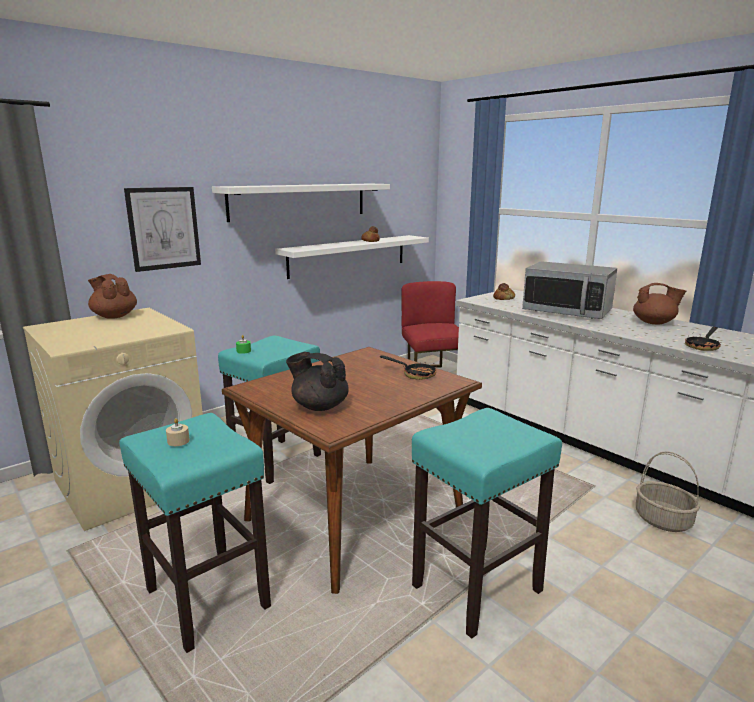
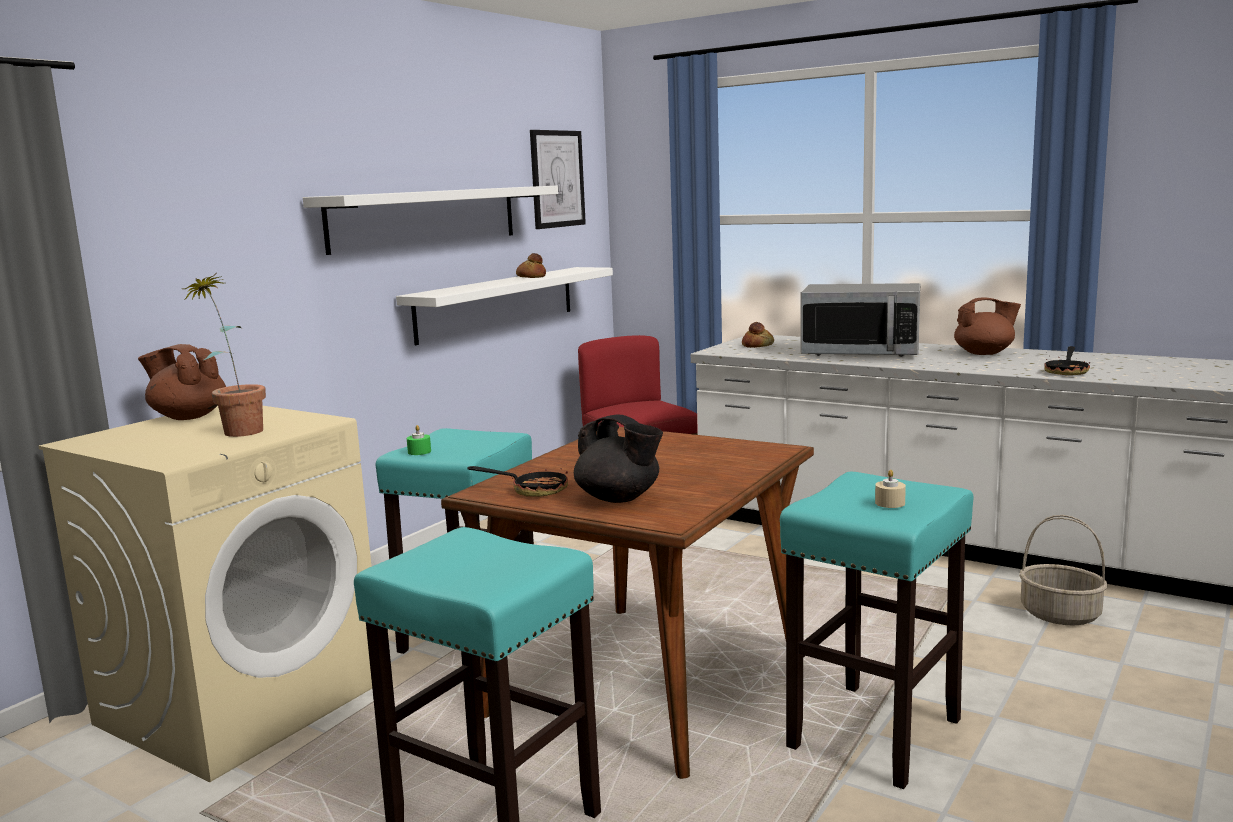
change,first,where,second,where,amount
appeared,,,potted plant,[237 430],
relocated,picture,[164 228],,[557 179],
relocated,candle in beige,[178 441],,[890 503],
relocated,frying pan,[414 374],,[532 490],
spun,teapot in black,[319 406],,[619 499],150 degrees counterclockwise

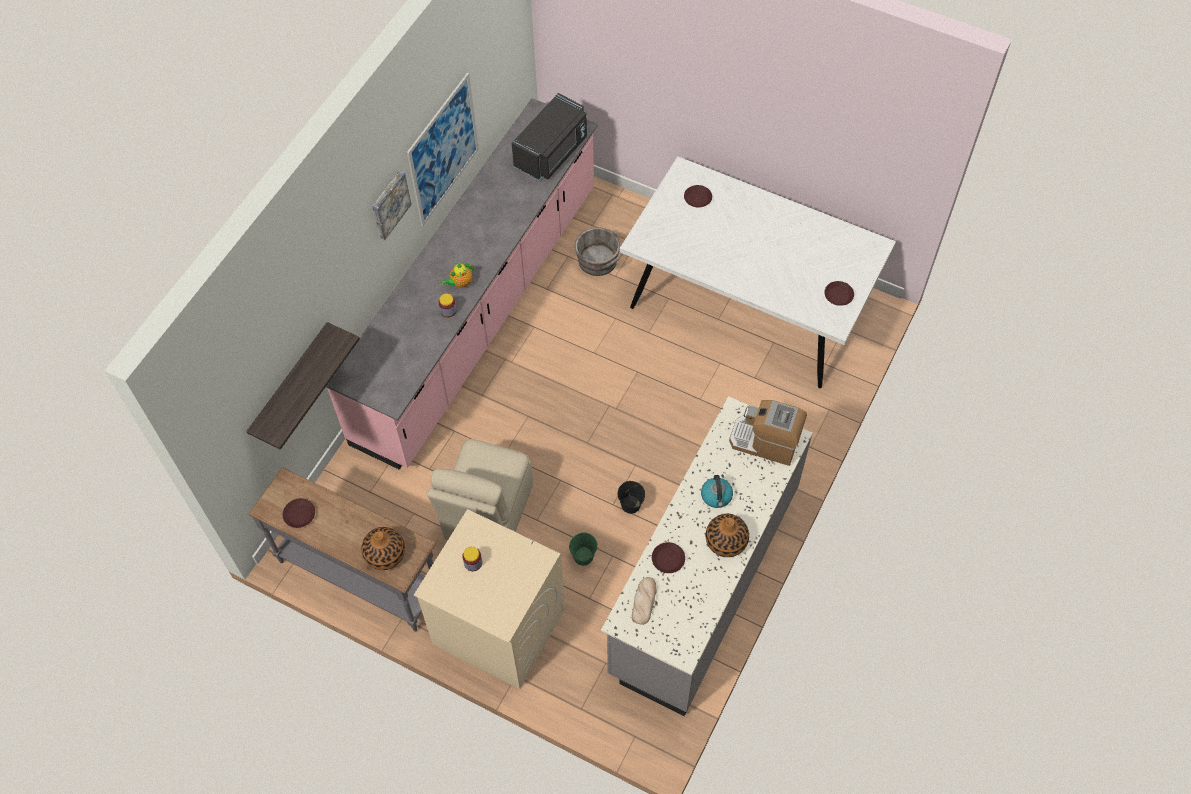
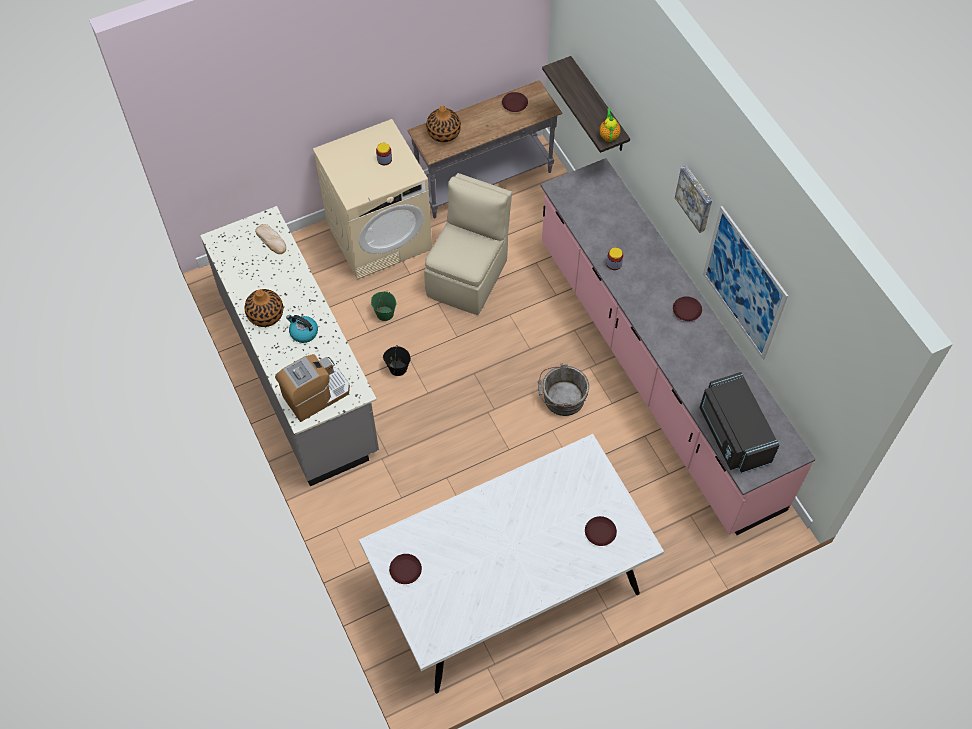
change,first,where,second,where,amount
relocated,teapot,[460 283],,[609 135],
relocated,bucket in grey,[599 262],,[561 398],
relocated,plate in brown,[668 559],,[687 311],
spun,chair in beige,[487 514],,[468 276],60 degrees clockwise

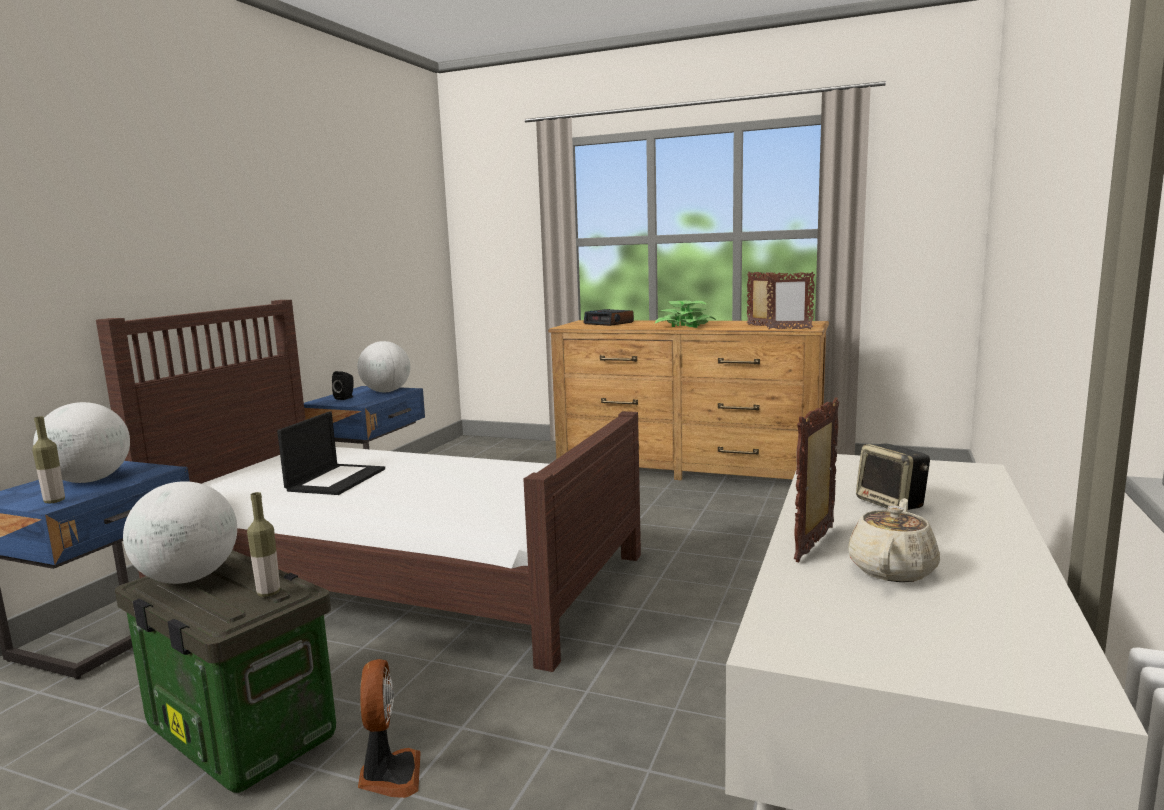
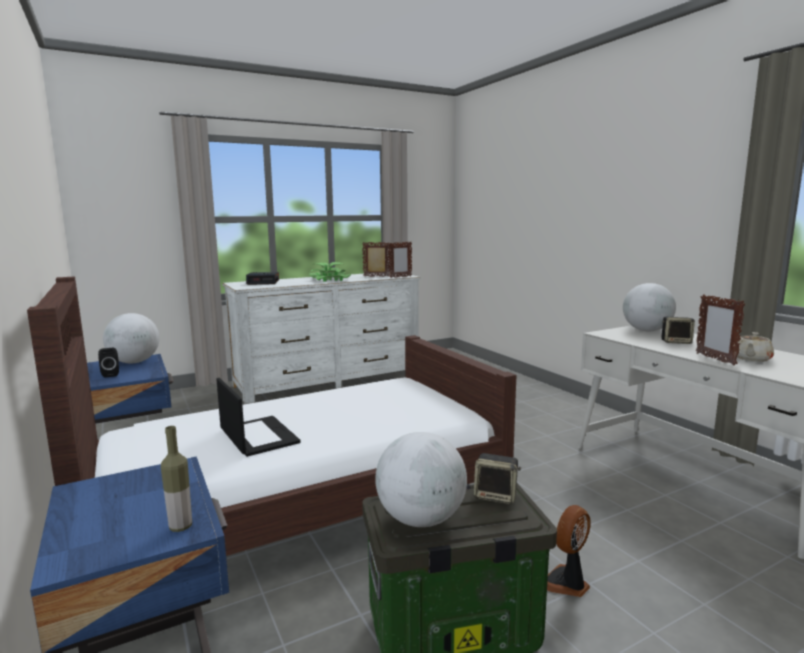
change,first,where,second,where,amount
relocated,globe,[90 480],,[646 330],
exchanged,bottle,[268 593],speaker,[496 496],
colour,dresser in brown,[687 468],dresser in white,[328 380],
spun,fan,[389 775],,[566 583],75 degrees counterclockwise
spun,teapot in beige,[892 569],,[751 359],120 degrees counterclockwise

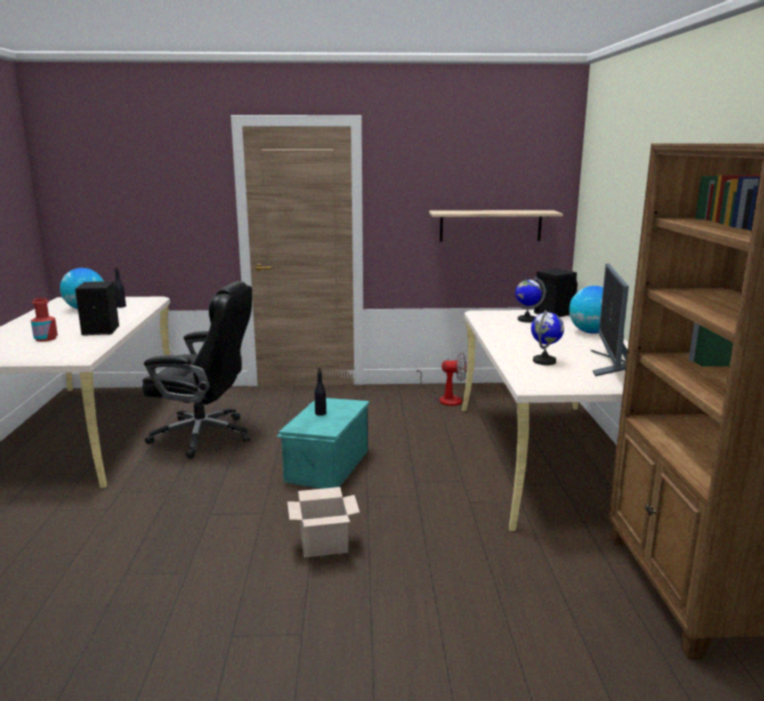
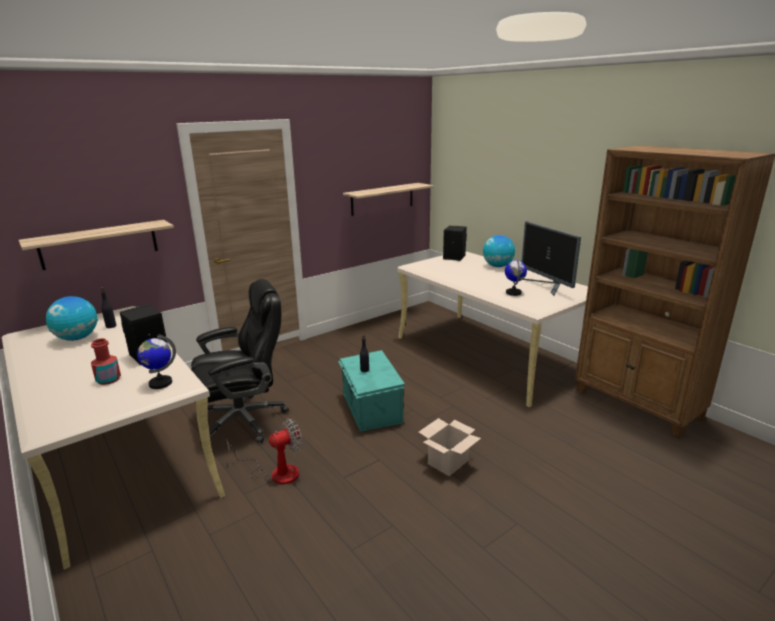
change,first,where,second,where,amount
appeared,,,shelf,[99 244],
relocated,fan,[444 398],,[276 472],
relocated,globe,[526 320],,[160 383],

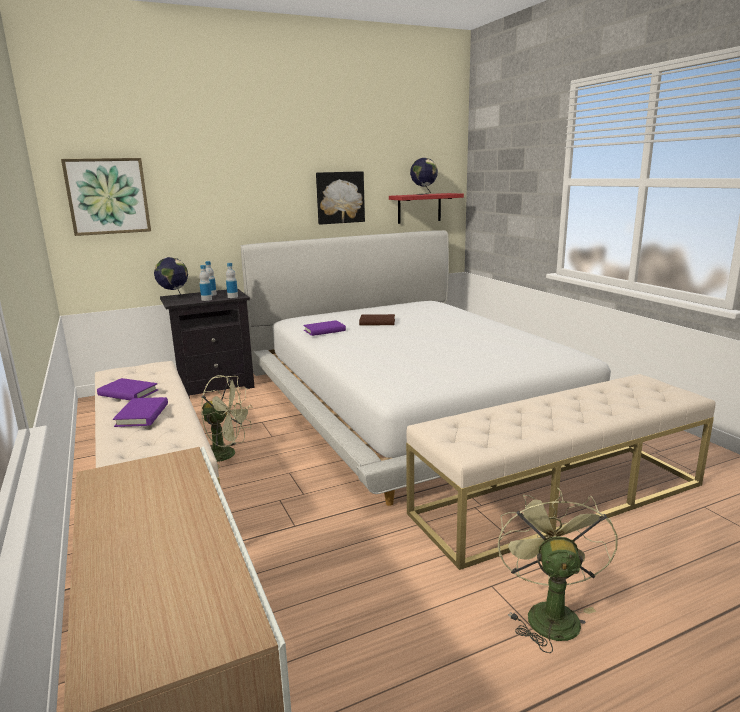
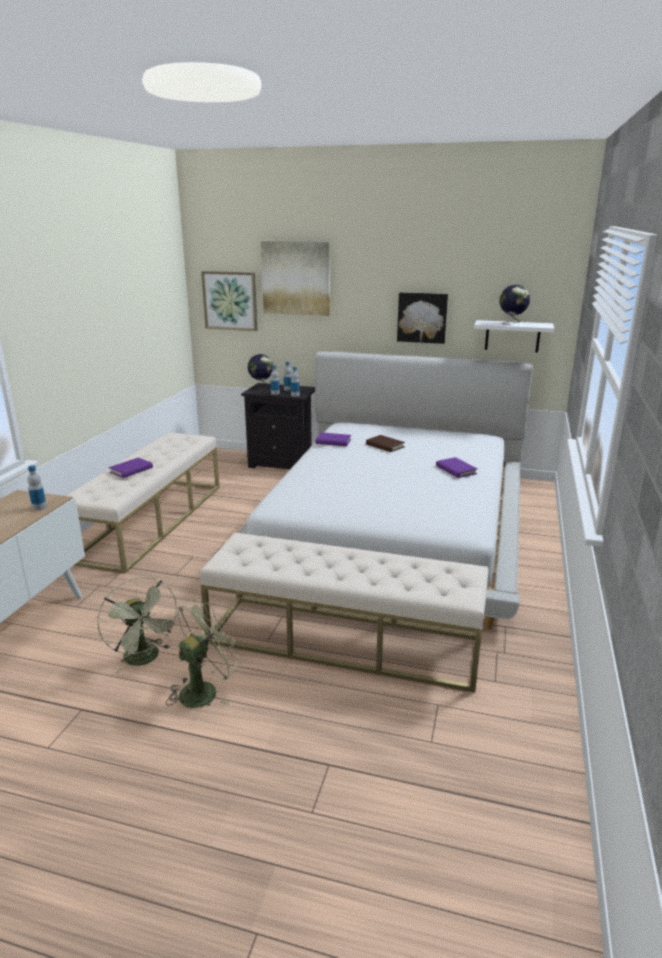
change,first,where,second,where,amount
appeared,,,bottle,[39 507],
appeared,,,picture,[296 278],
relocated,book in purple,[128 393],,[456 470],
relocated,fan in green,[227 455],,[145 659],
colour,shelf in red,[419 208],shelf in white,[512 336],

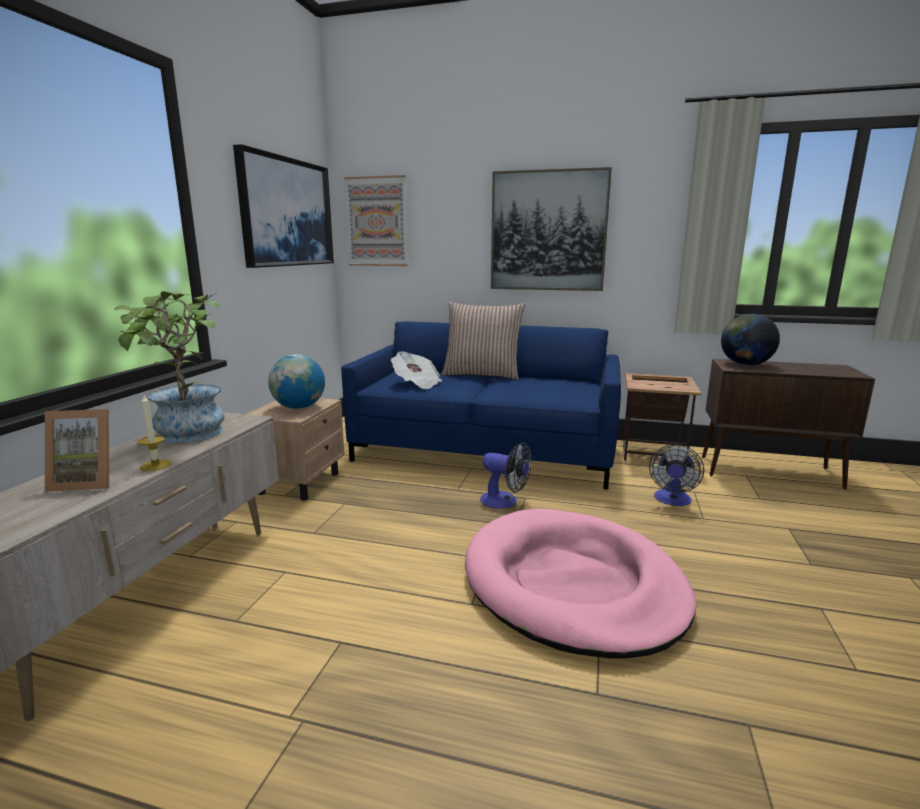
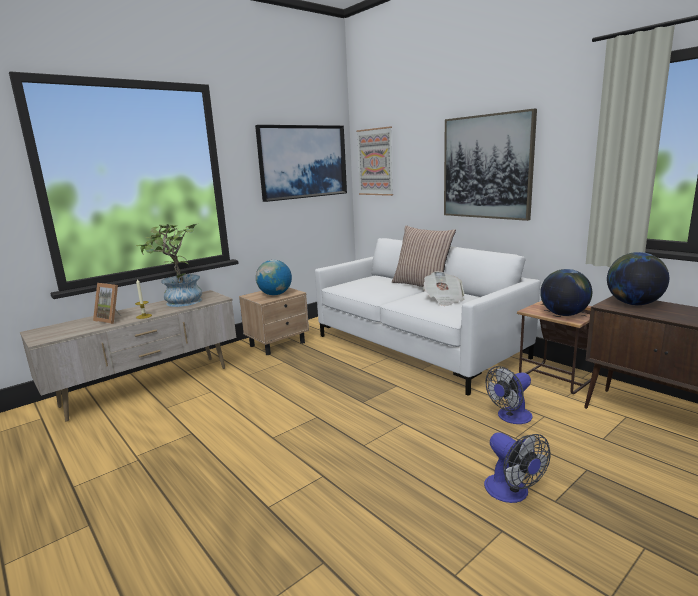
change,first,where,second,where,amount
missing,dog bed in pink,[572 585],,,
appeared,,,globe,[563 314],
relocated,newspaper,[416 383],,[443 299],
relocated,fan,[505 502],,[512 493],
colour,sofa in blue,[485 451],sofa in white,[417 346],

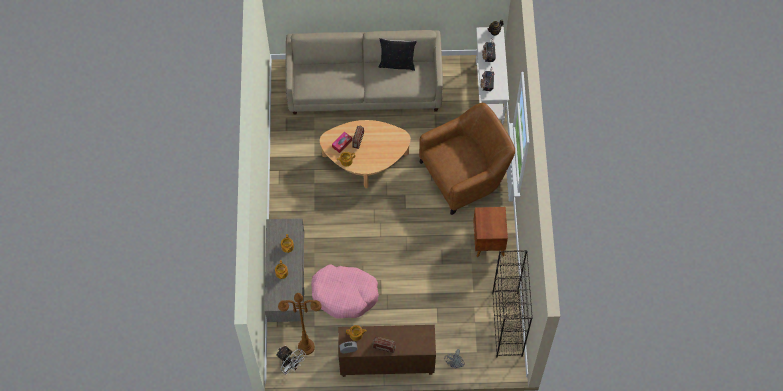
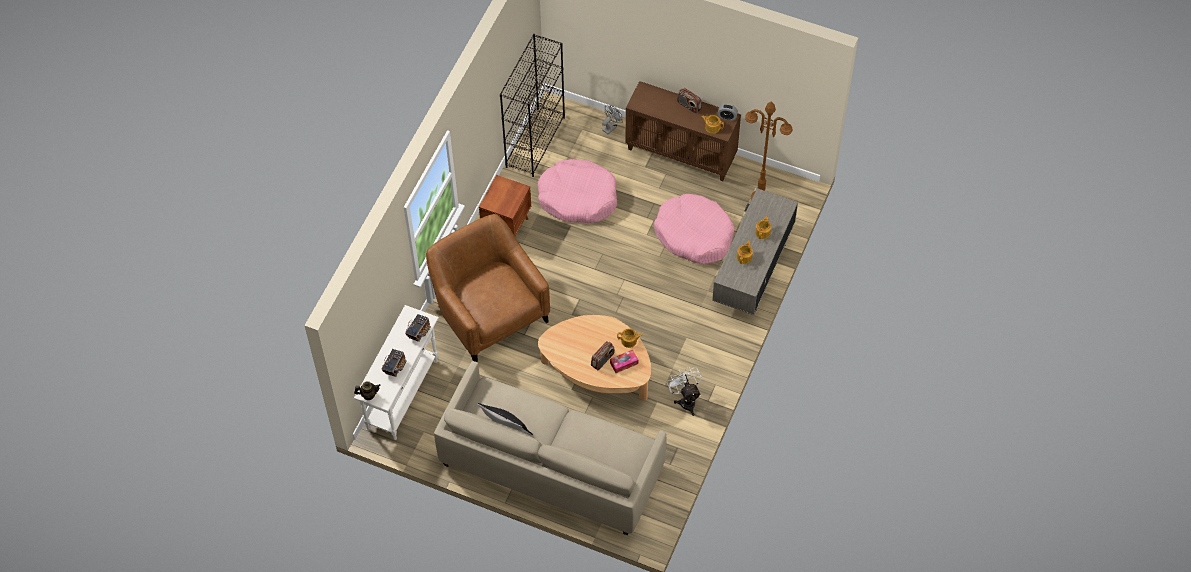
change,first,where,second,where,amount
appeared,,,dog bed in pink,[578 198],
relocated,fan in white,[290 366],,[686 400],
spun,armchair in brown,[465 174],,[489 310],60 degrees clockwise

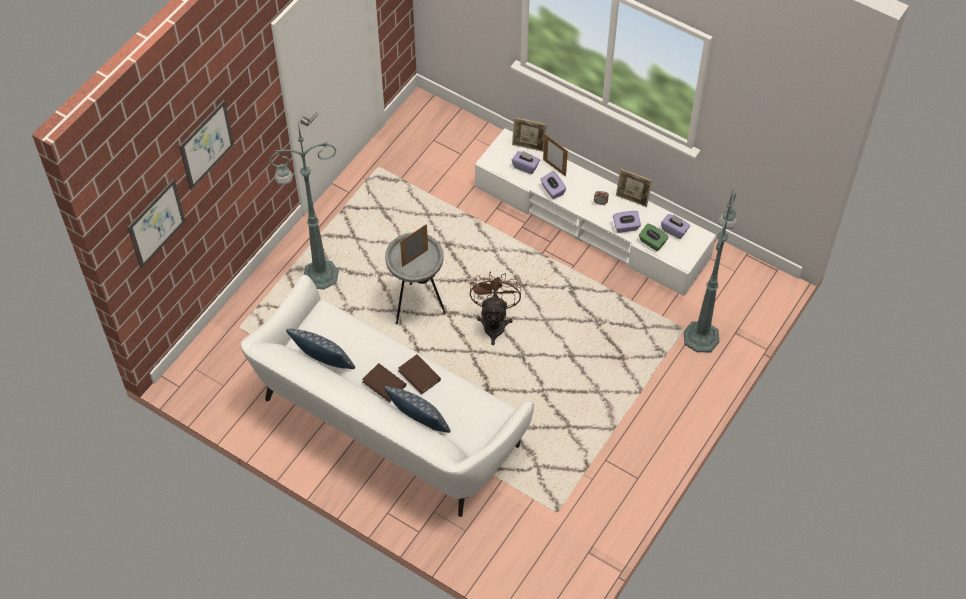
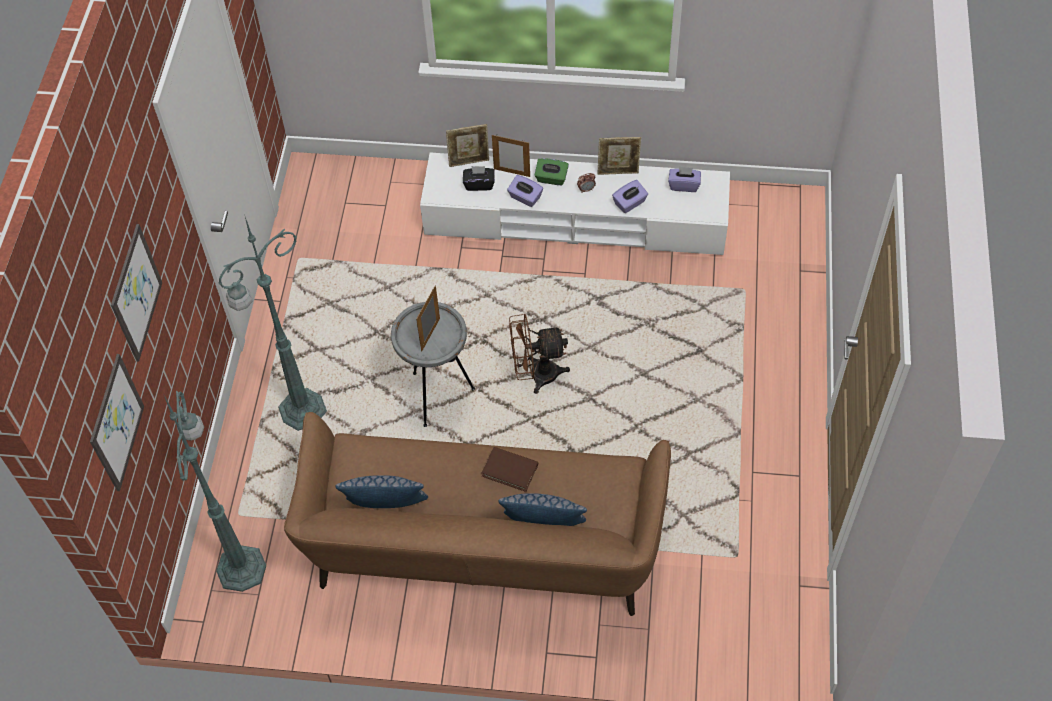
change,first,where,second,where,amount
missing,book in brown,[384 384],,,
relocated,tissue box in green,[652 242],,[551 178],
relocated,floor lamp in green,[702 335],,[241 566],
colour,sofa in white,[386 423],sofa in brown,[482 547],
colour,tissue box in purple,[525 166],tissue box in black,[479 184],
spun,fan in brown,[494 322],,[536 375],75 degrees counterclockwise

